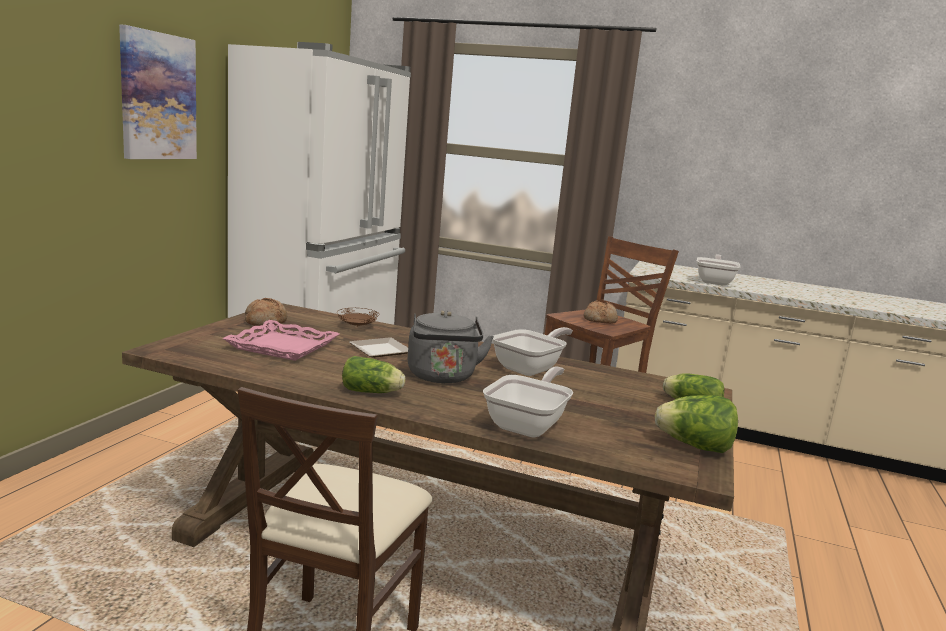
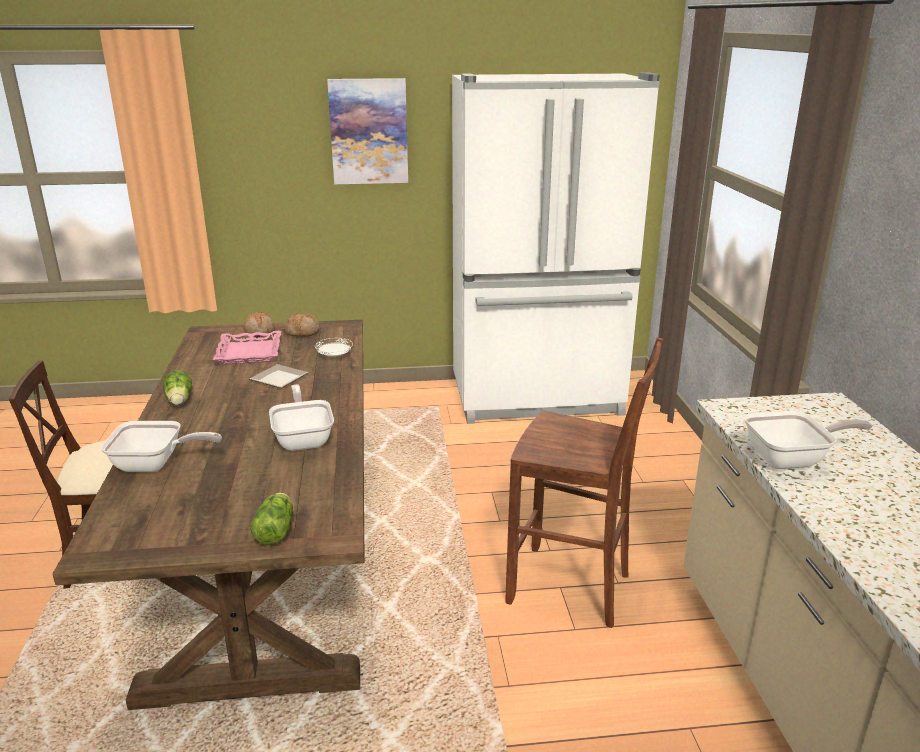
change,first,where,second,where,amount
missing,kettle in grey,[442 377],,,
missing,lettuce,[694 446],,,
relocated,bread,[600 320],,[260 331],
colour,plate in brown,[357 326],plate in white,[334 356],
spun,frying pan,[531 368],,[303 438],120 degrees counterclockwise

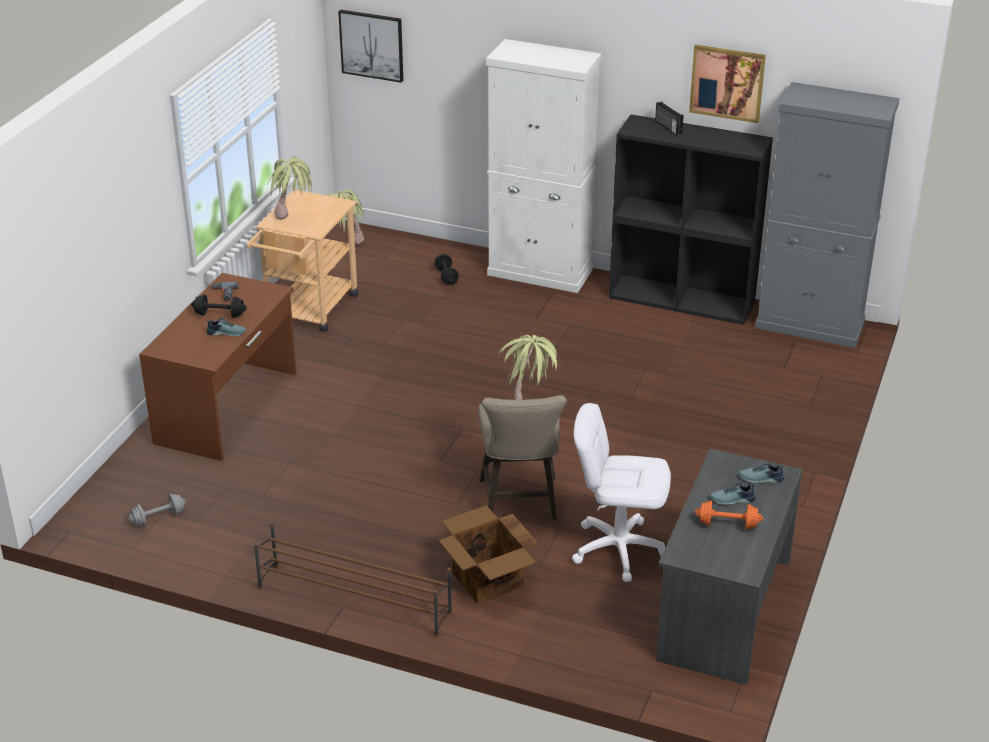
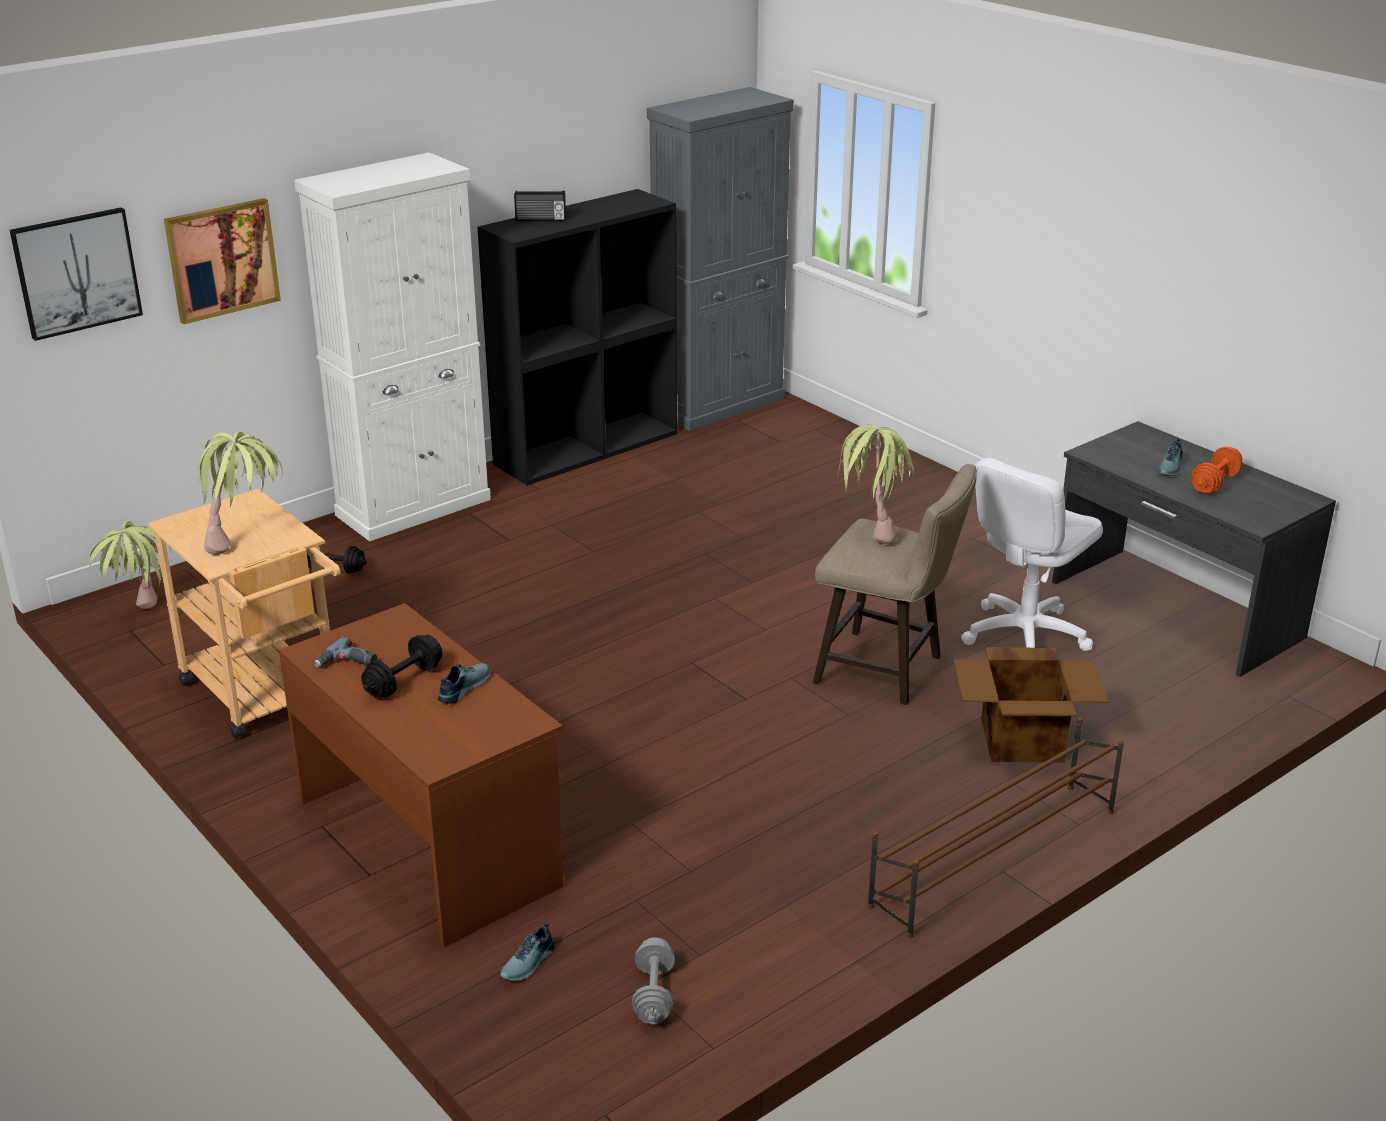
change,first,where,second,where,amount
relocated,picture,[727 83],,[222 260],
relocated,shoe,[761 479],,[529 963],

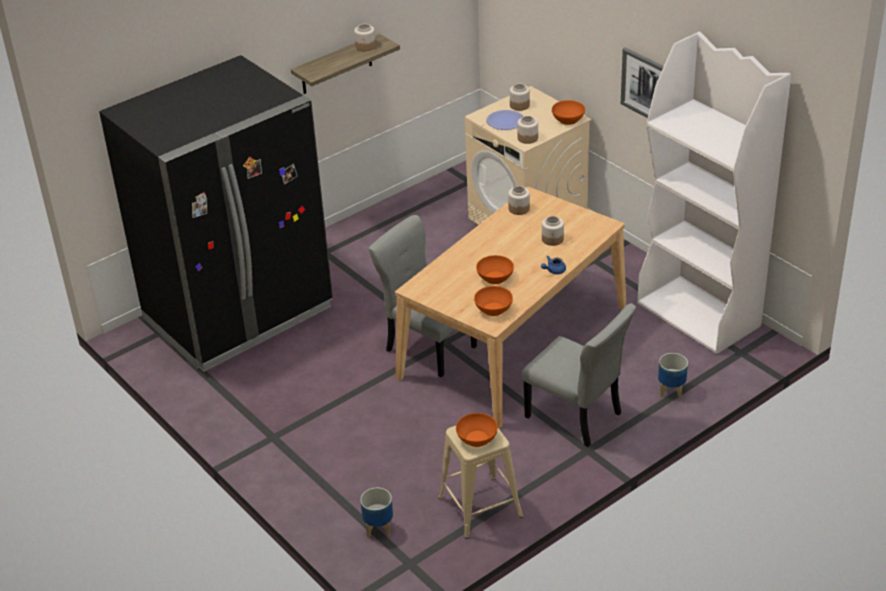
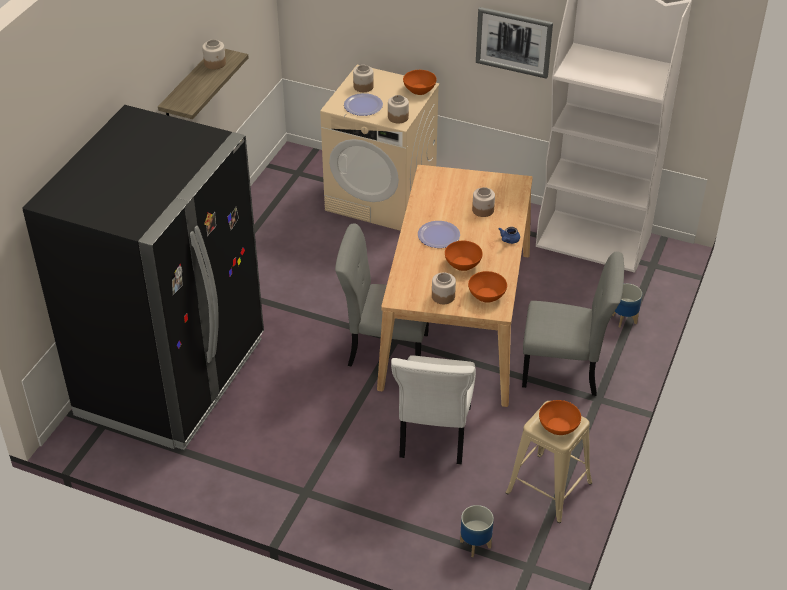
change,first,where,second,where,amount
appeared,,,chair in white,[434 435],
appeared,,,plate,[439 235],
relocated,jar,[519 208],,[443 296],

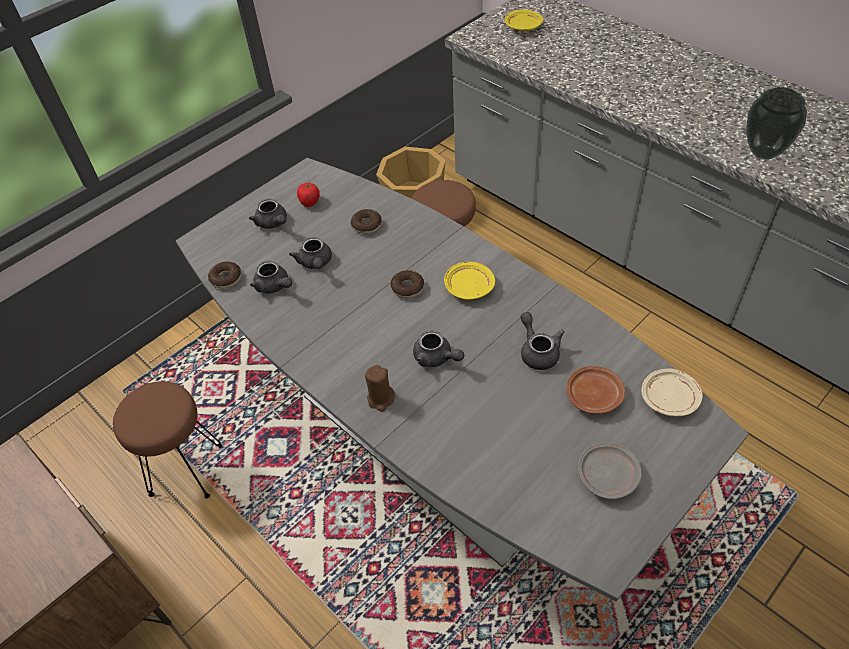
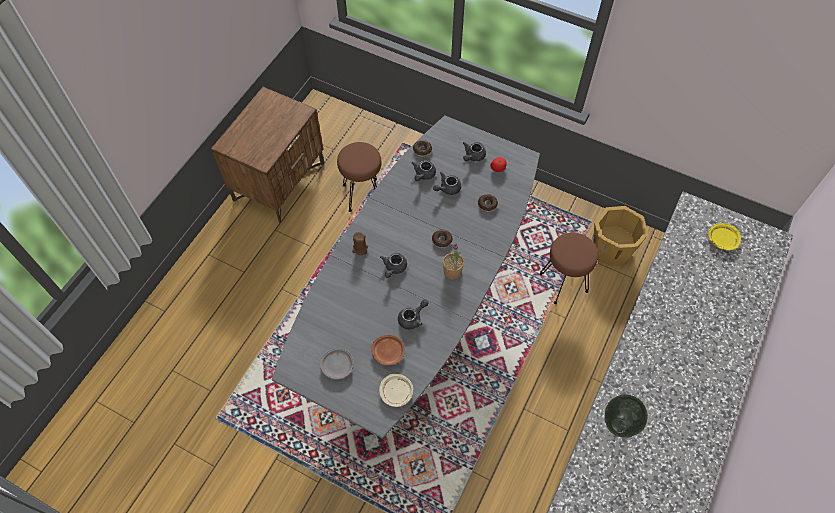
change,first,where,second,where,amount
exchanged,plate in yellow,[468 287],potted plant,[452 272],

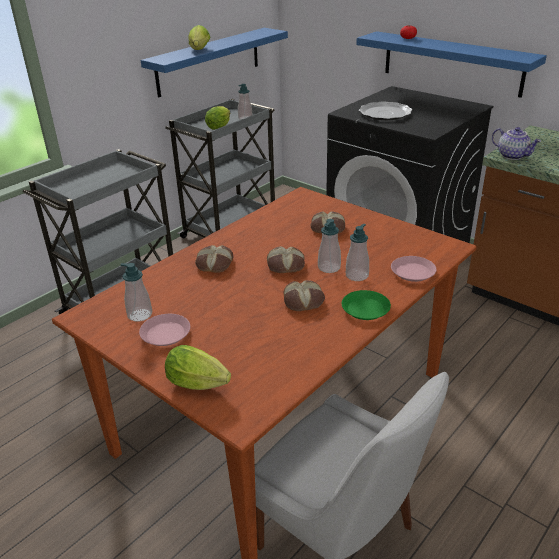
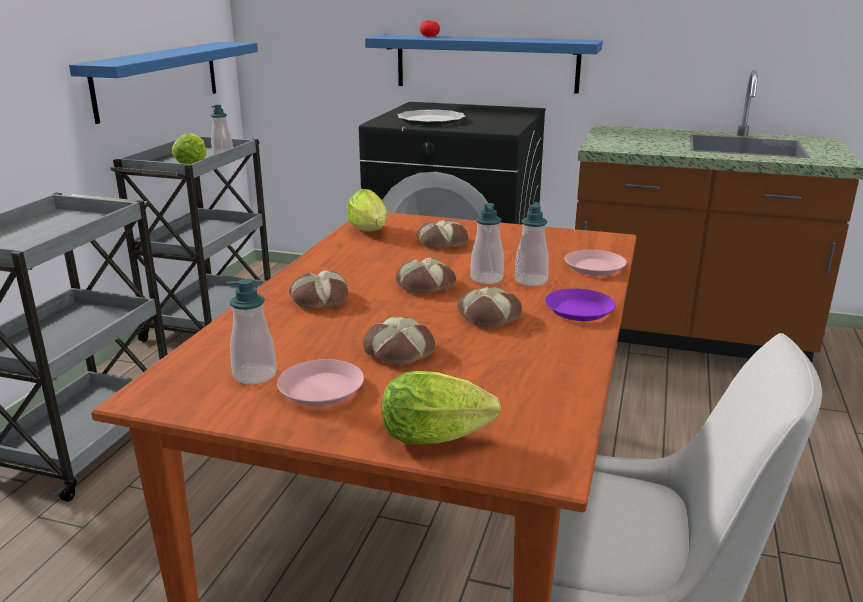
change,first,where,second,where,amount
missing,teapot,[513 156],,,
appeared,,,bread,[397 351],
relocated,lettuce,[199 50],,[370 232],
colour,plate in green,[365 309],plate in purple,[578 310],

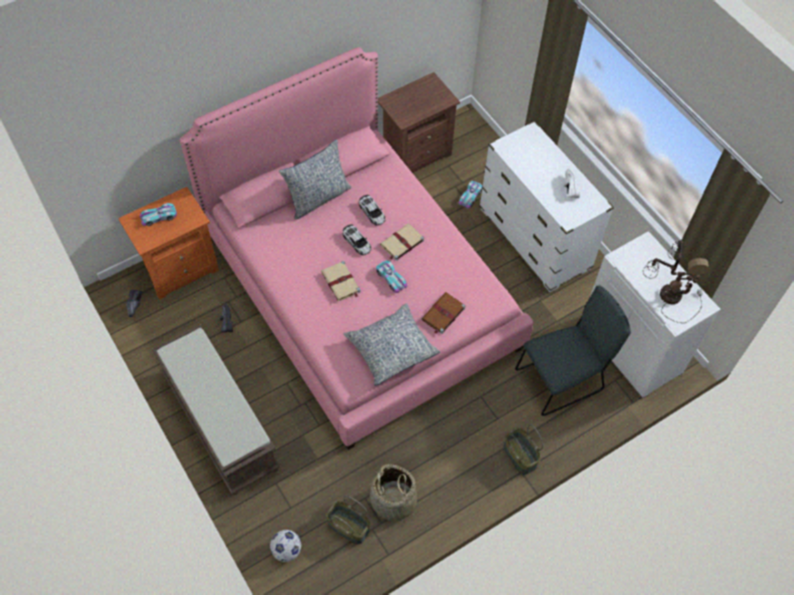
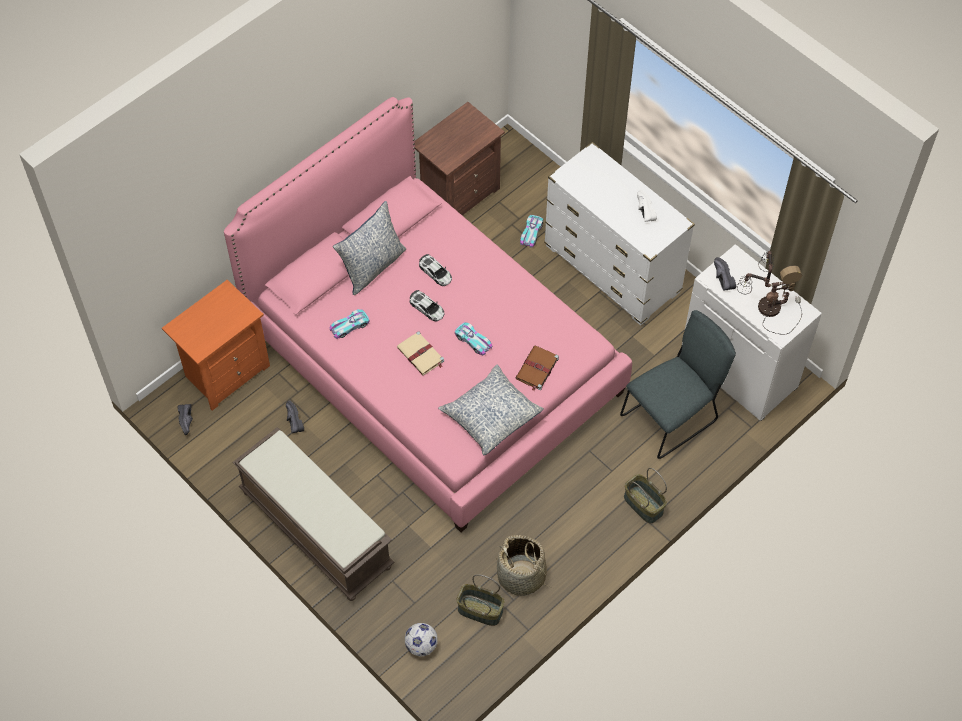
change,first,where,second,where,amount
missing,book in beige,[401 243],,,
appeared,,,shoe in black,[721 278],
relocated,toy car,[158 217],,[349 326],

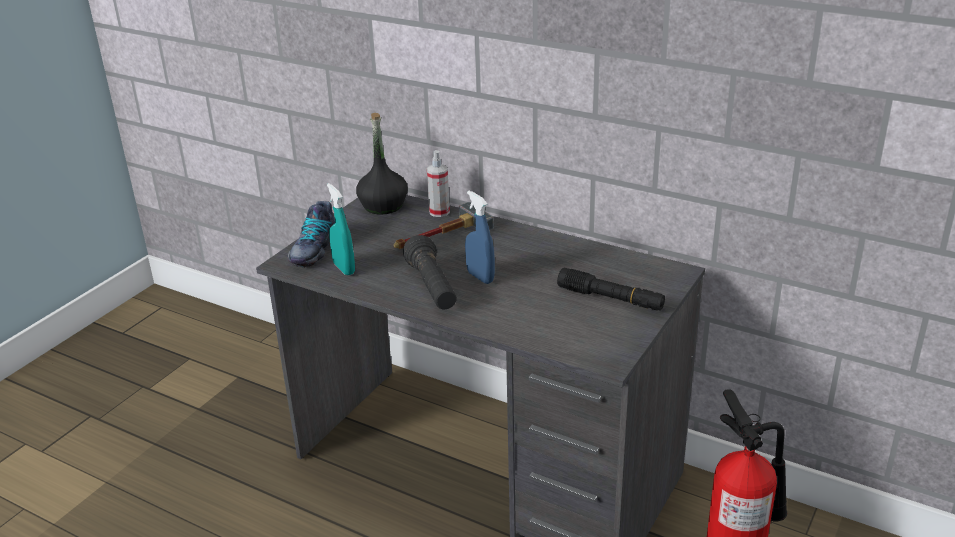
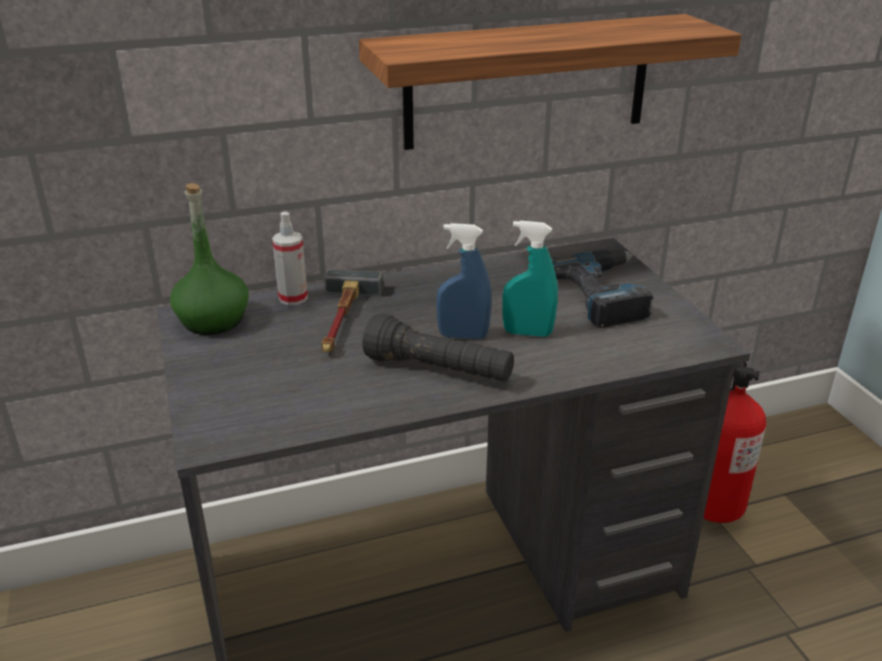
change,first,where,second,where,amount
missing,shoe,[313 249],,,
appeared,,,shelf,[528 81],
relocated,spray bottle in turquoise,[344 268],,[527 333],
exchanged,flashlight in black,[610 299],power drill,[604 295],
colour,bottle in black,[383 206],bottle in green,[213 321],

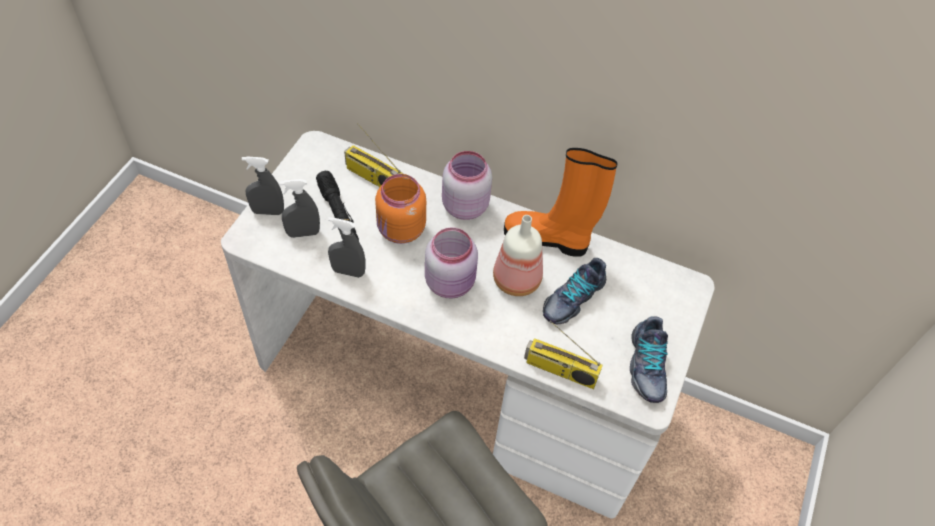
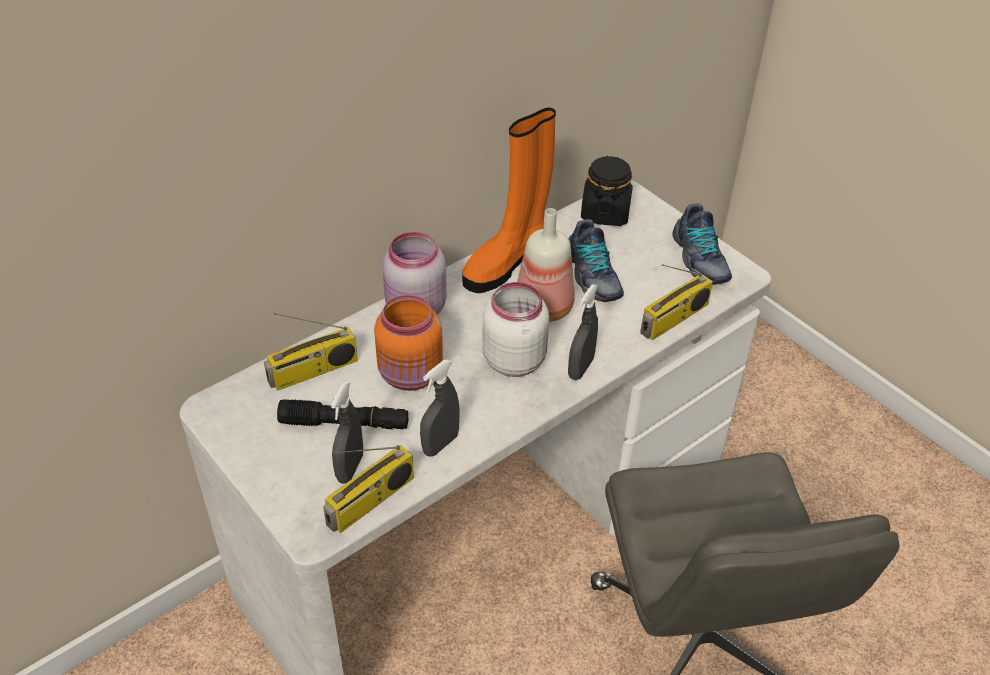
change,first,where,second,where,amount
appeared,,,radio,[370 502],
appeared,,,jar in black,[605 212],
relocated,spray bottle in grey,[268 211],,[580 368],
colour,jar in pink,[451 282],jar in white,[514 359],
spun,shoe,[646 366],,[699 259],45 degrees clockwise

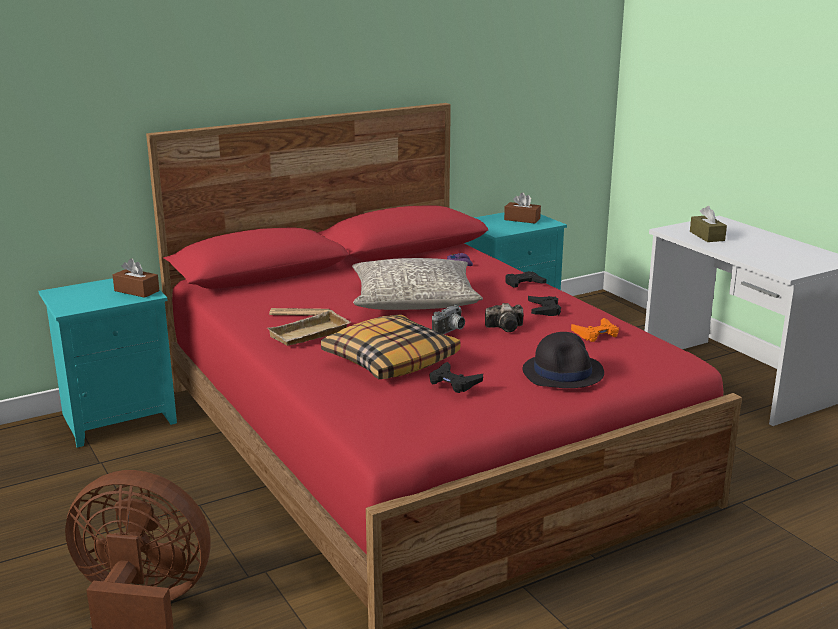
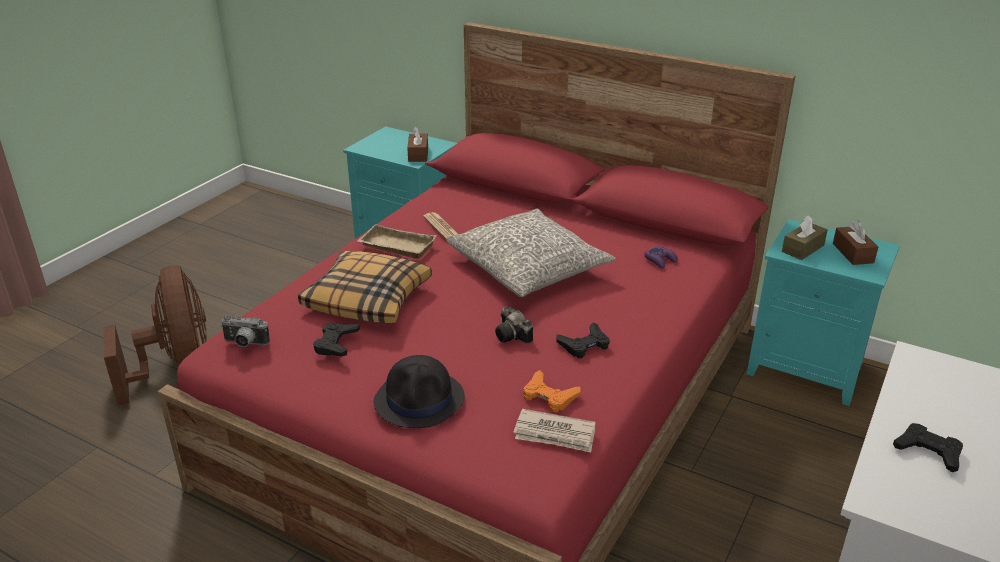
change,first,where,second,where,amount
appeared,,,newspaper,[555 434],
relocated,photo camera,[451 332],,[245 344],
relocated,game controller in black,[524 284],,[928 451],
relocated,tissue box in brown,[707 236],,[802 248],

